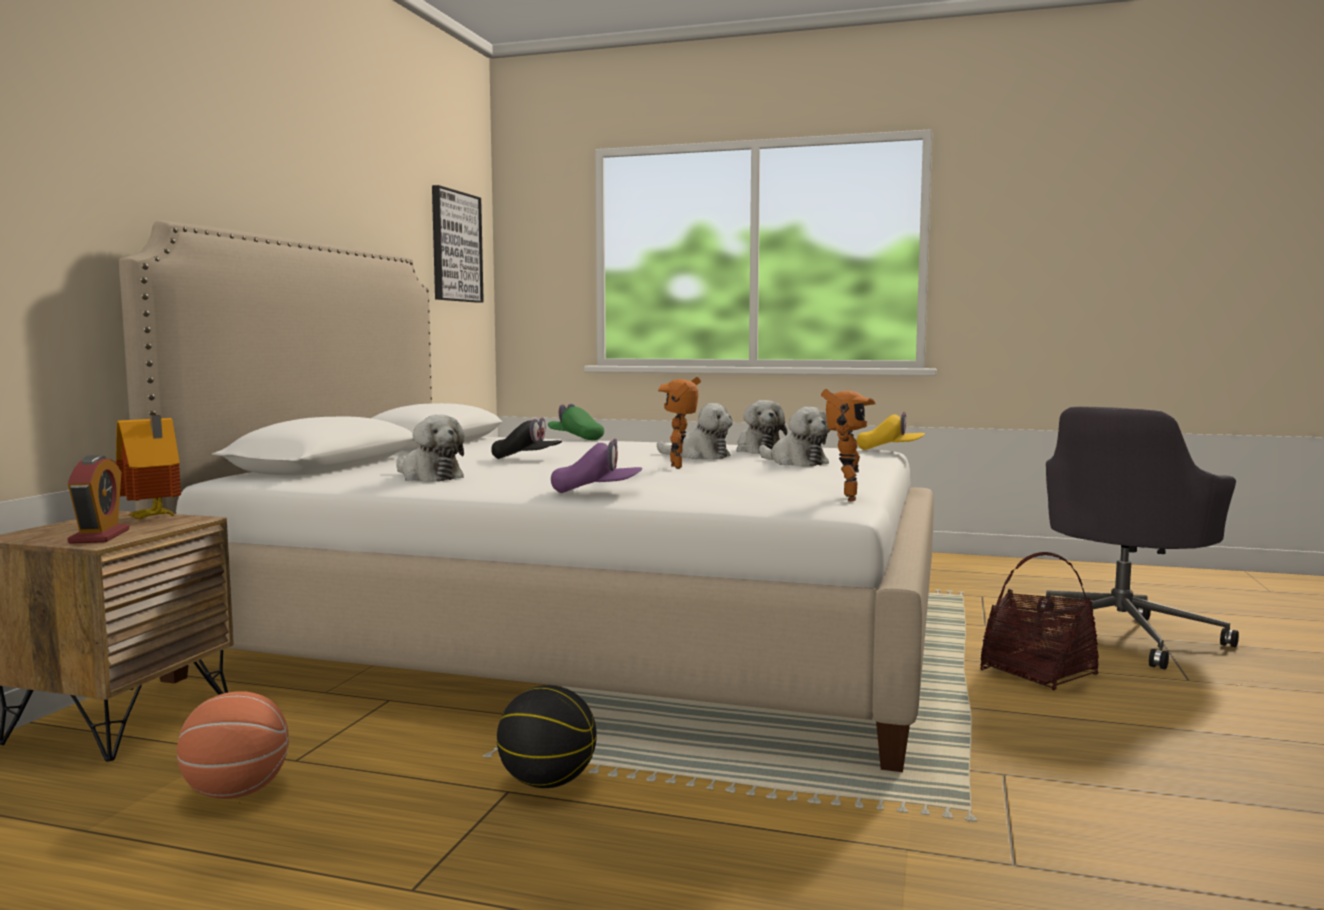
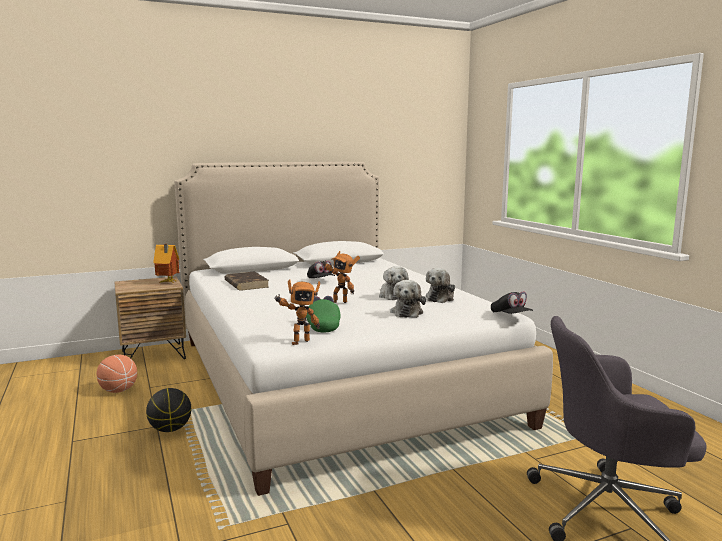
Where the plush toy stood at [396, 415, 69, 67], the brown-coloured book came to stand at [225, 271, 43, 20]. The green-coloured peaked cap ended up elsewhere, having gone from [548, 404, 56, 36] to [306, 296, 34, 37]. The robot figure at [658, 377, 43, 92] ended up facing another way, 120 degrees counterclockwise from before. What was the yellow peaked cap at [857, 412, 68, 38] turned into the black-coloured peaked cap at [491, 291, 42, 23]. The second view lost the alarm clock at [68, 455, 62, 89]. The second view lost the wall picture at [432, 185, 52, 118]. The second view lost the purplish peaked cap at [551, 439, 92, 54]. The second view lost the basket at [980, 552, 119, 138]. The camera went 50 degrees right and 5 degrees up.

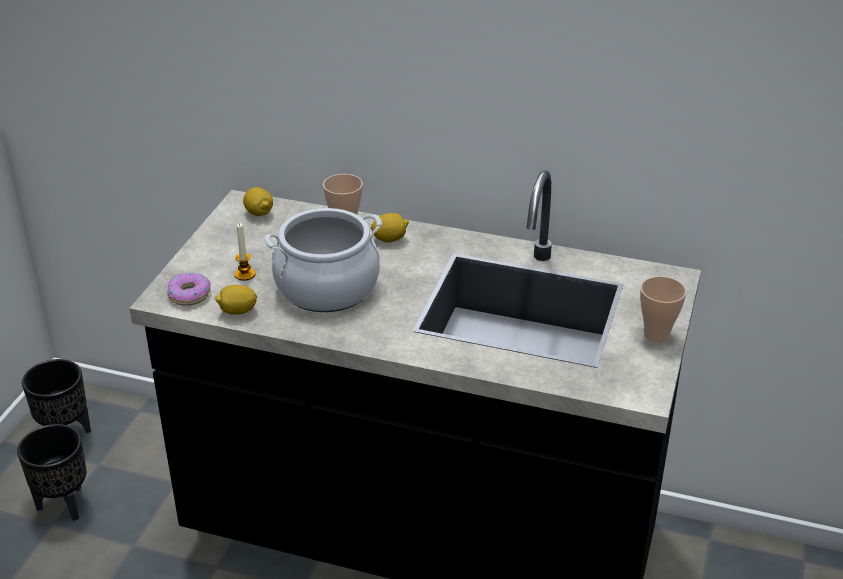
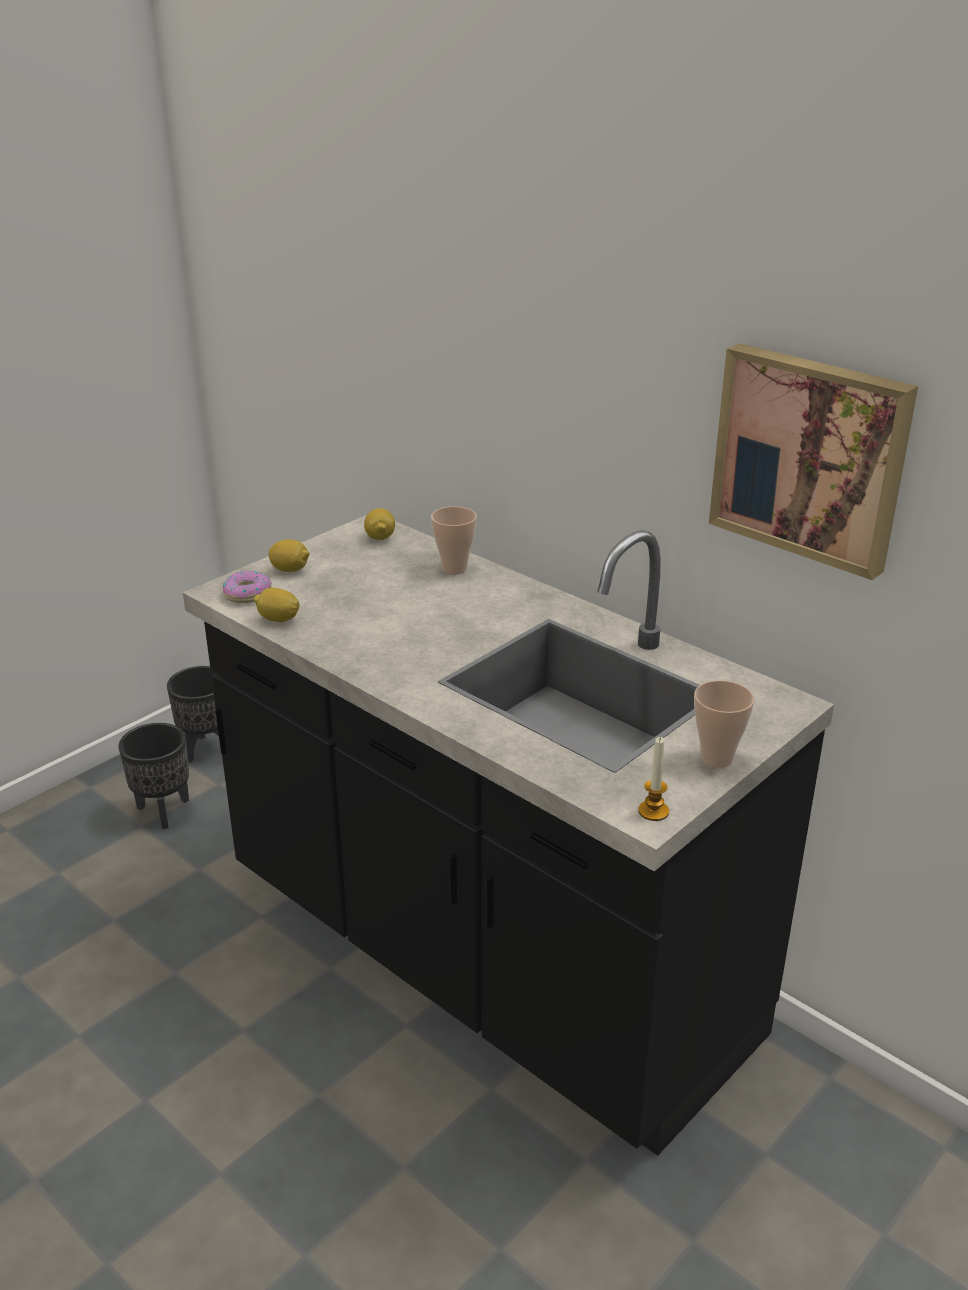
The citrus fruit ended up elsewhere, having gone from [371, 213, 38, 29] to [268, 539, 42, 33]. The wax candle ended up elsewhere, having gone from [235, 223, 20, 58] to [638, 737, 31, 84]. The second view gained the wall picture at [709, 343, 209, 237]. The second view lost the stockpot at [265, 208, 117, 104]. The camera went 25 degrees right and 5 degrees down.

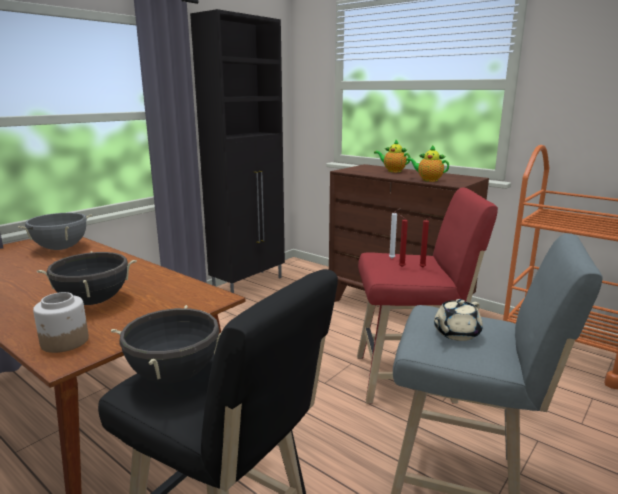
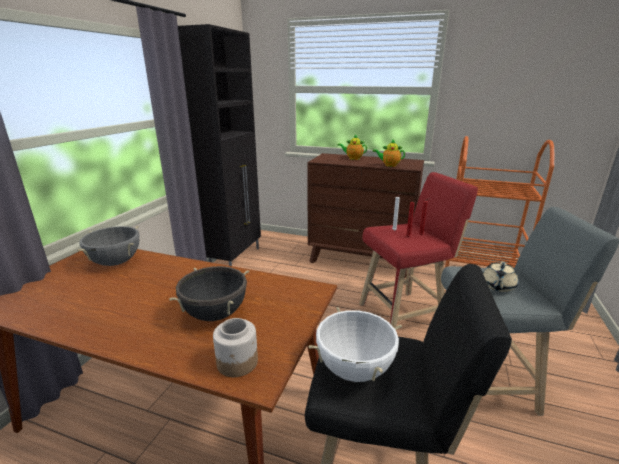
What was the black-coloured stockpot at [111, 305, 110, 78] turned into the white-coloured stockpot at [308, 307, 94, 75]. The camera went 20 degrees left and 5 degrees up.

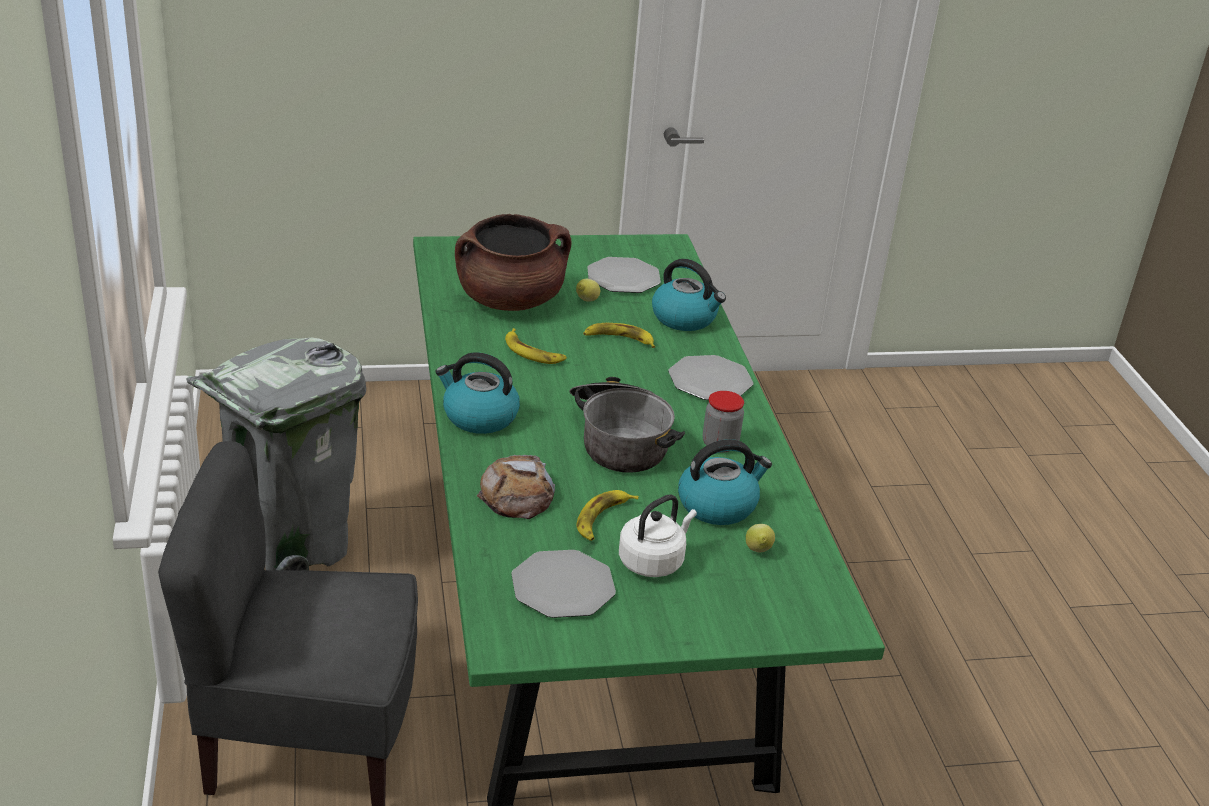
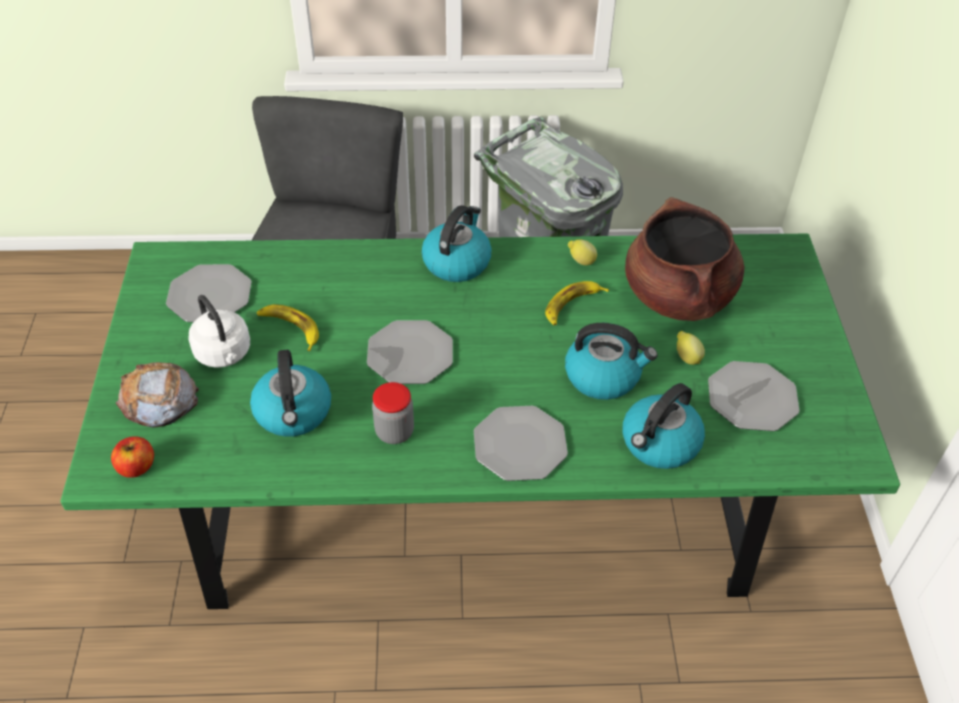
The second view gained the apple fruit at [111, 436, 43, 42]. The bakery bread ended up elsewhere, having gone from [477, 455, 78, 64] to [116, 362, 83, 65]. Where the stockpot stood at [569, 377, 116, 96], the plate came to stand at [367, 320, 86, 64]. Where the whole banana stood at [583, 323, 72, 25], the water kettle came to stand at [565, 323, 93, 77]. The citrus fruit ended up elsewhere, having gone from [746, 524, 29, 28] to [568, 239, 29, 27]. The camera went 100 degrees right and 15 degrees up.

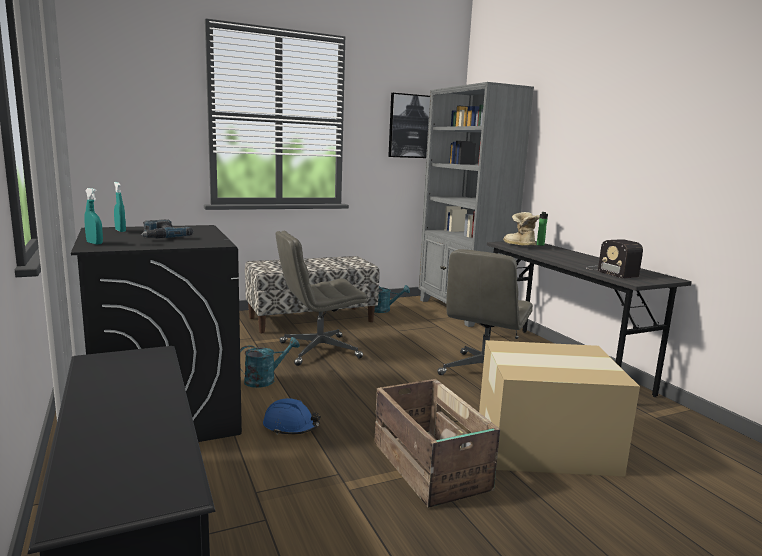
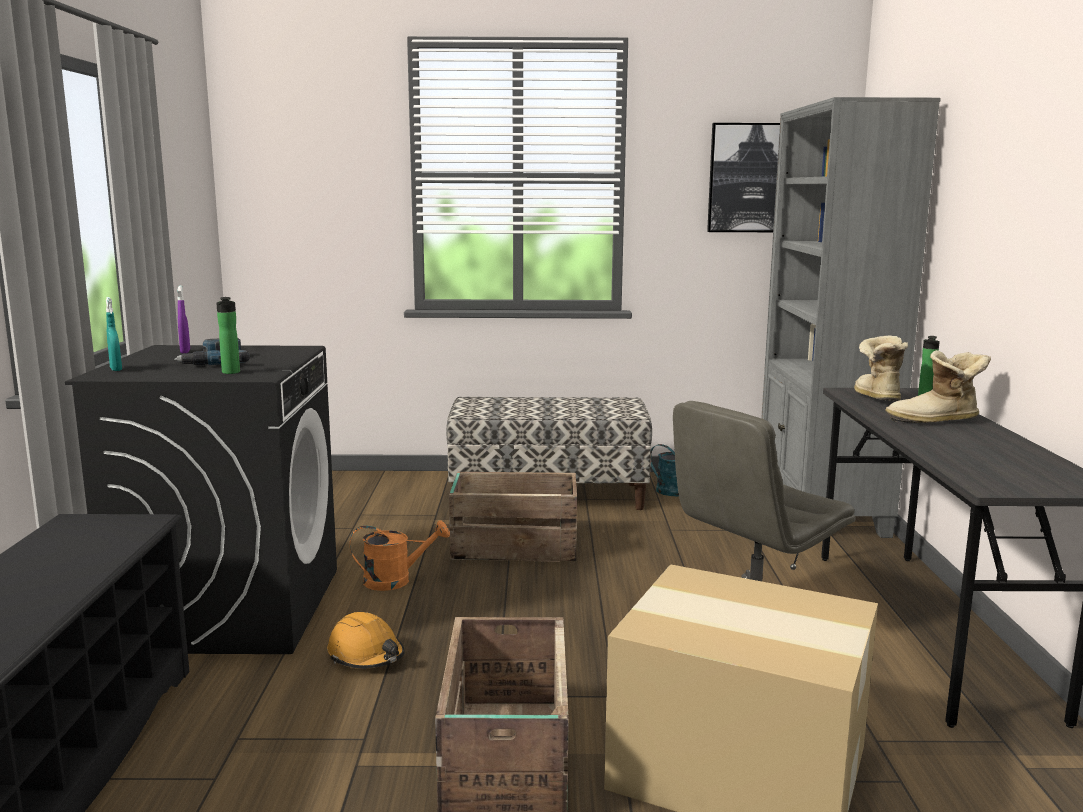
What was the turquoise hand sprayer at [114, 182, 12, 50] turned into the purplish hand sprayer at [177, 286, 13, 67]. The second view gained the drink bottle at [216, 297, 24, 77]. What was the bluish safety helmet at [263, 398, 58, 37] turned into the orange-coloured safety helmet at [327, 612, 78, 57]. What was the turquoise watering can at [240, 337, 60, 51] turned into the orange-coloured watering can at [350, 520, 100, 71]. Where the gray desk chair stood at [276, 231, 91, 135], the shipping crate came to stand at [449, 472, 128, 90]. The second view gained the tall boot at [885, 350, 106, 73]. The second view lost the radio set at [586, 239, 57, 40]. The camera went 25 degrees right and 0 degrees up.

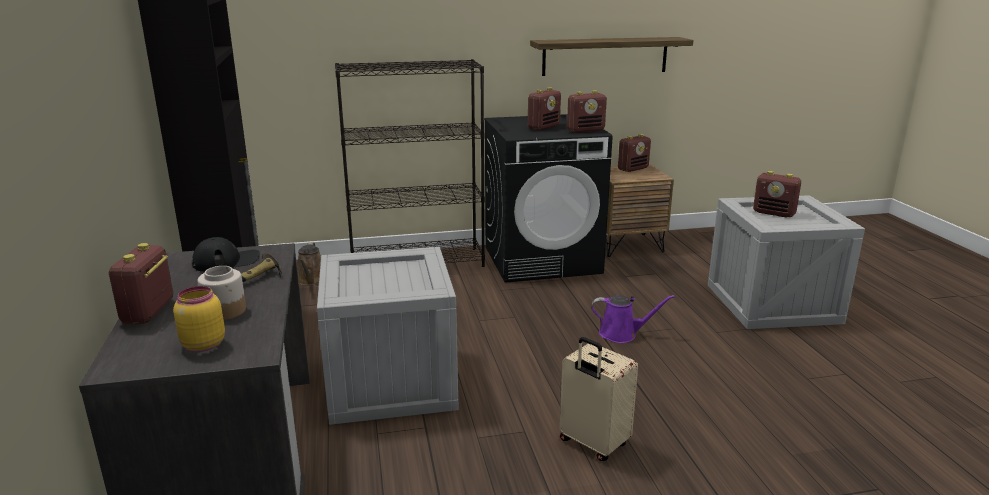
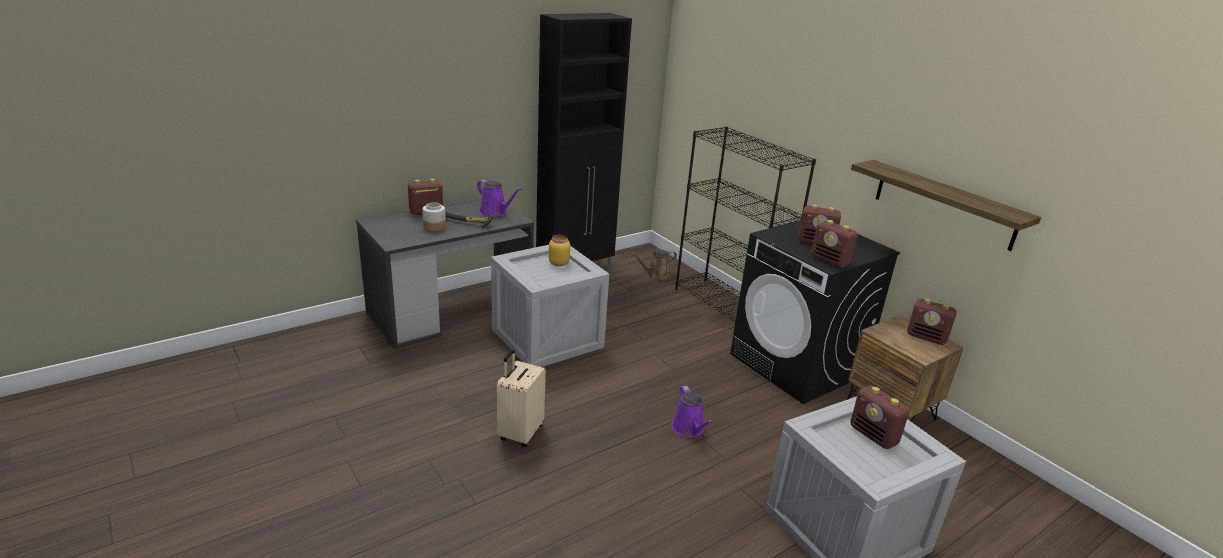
Where the black-coloured peaked cap stood at [192, 237, 68, 35], the purplish watering can came to stand at [477, 180, 45, 37]. The yellow storage jar ended up elsewhere, having gone from [173, 286, 52, 66] to [549, 235, 21, 31]. The radio set at [753, 171, 48, 47] ended up facing another way, 45 degrees counterclockwise from before. The camera went 65 degrees right and 5 degrees up.

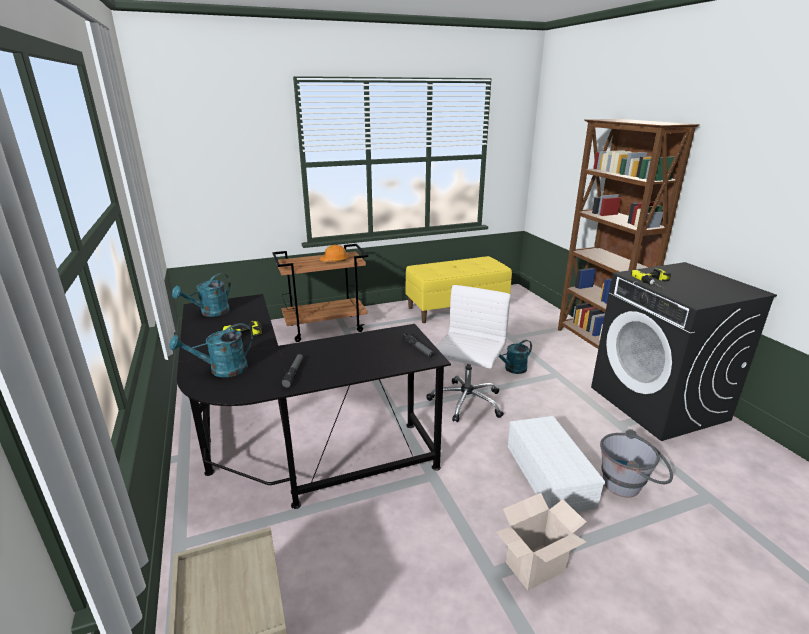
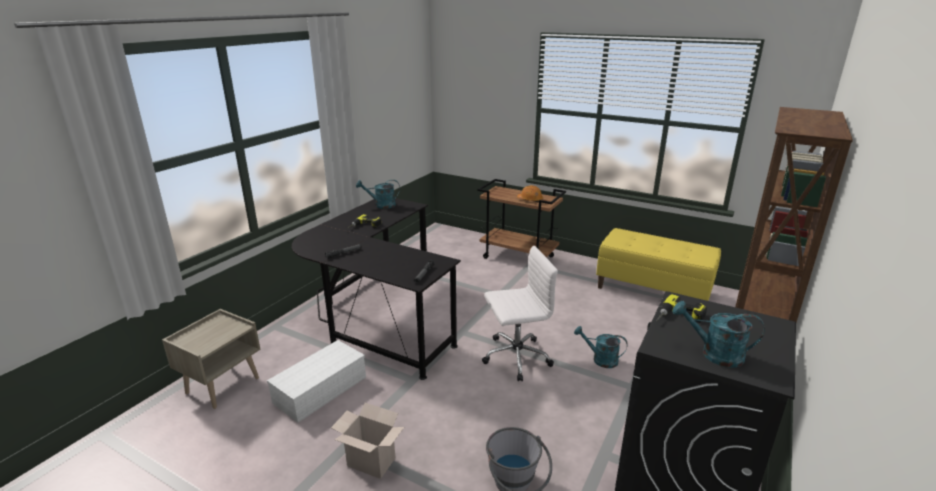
The white-coloured storage bin ended up elsewhere, having gone from [508, 416, 97, 96] to [267, 340, 99, 83]. The turquoise watering can ended up elsewhere, having gone from [169, 323, 84, 54] to [672, 301, 92, 67]. The camera went 50 degrees right and 0 degrees up.

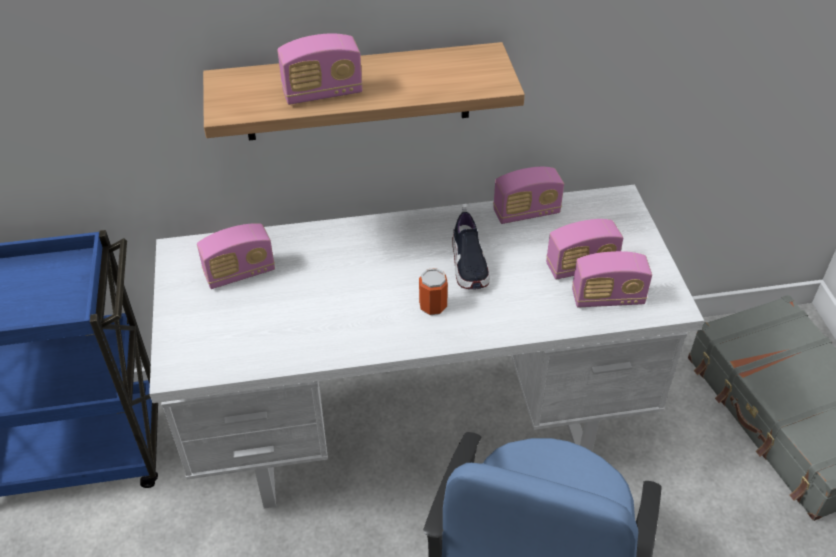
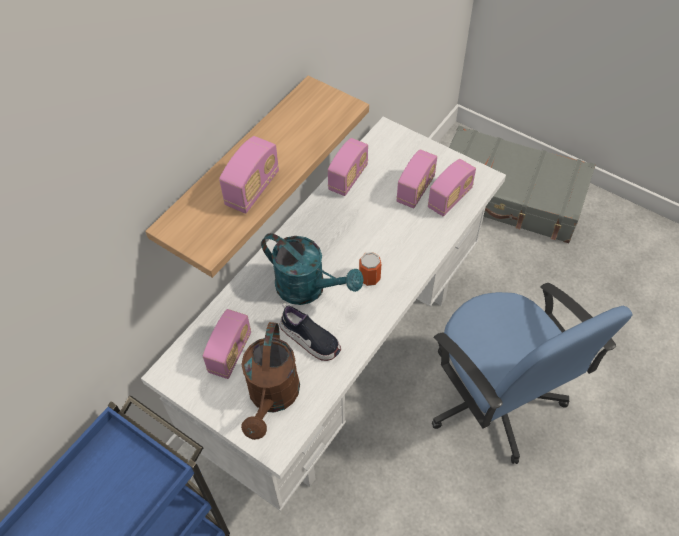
The second view gained the brown-coloured watering can at [241, 322, 59, 118]. The second view gained the turquoise watering can at [261, 233, 103, 72]. The low shoe ended up elsewhere, having gone from [452, 207, 38, 82] to [279, 303, 62, 58]. The camera went 45 degrees left and 10 degrees up.

